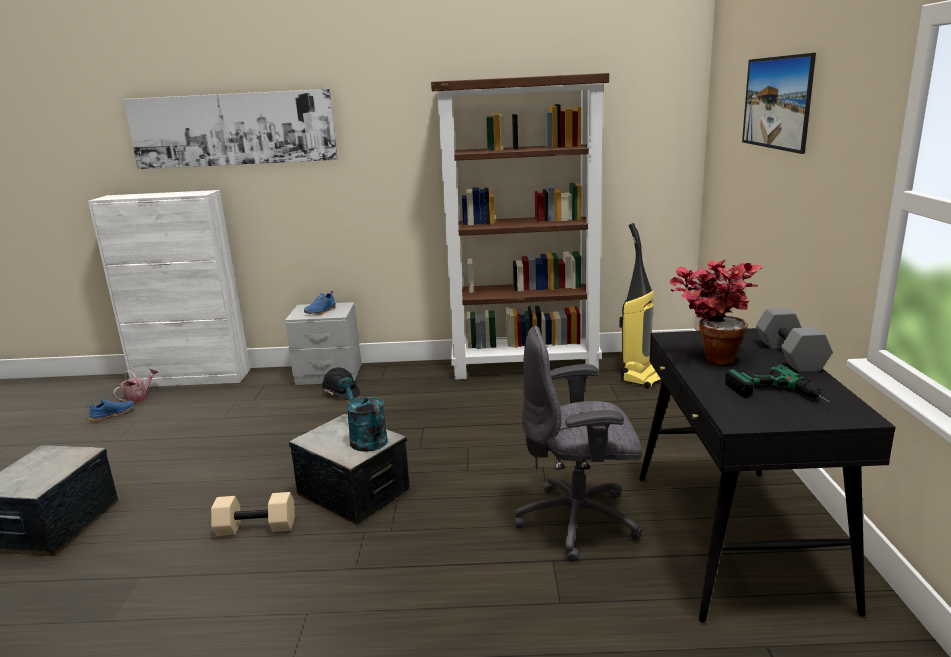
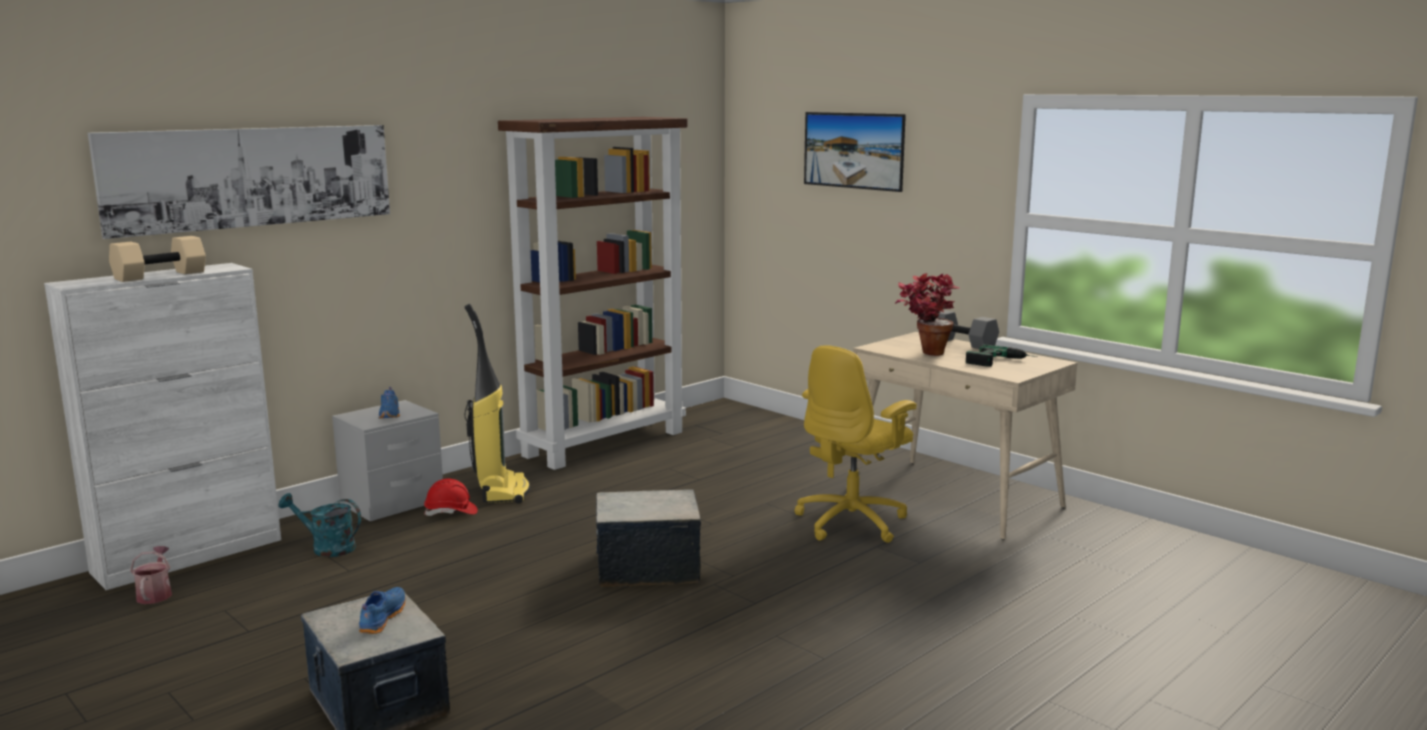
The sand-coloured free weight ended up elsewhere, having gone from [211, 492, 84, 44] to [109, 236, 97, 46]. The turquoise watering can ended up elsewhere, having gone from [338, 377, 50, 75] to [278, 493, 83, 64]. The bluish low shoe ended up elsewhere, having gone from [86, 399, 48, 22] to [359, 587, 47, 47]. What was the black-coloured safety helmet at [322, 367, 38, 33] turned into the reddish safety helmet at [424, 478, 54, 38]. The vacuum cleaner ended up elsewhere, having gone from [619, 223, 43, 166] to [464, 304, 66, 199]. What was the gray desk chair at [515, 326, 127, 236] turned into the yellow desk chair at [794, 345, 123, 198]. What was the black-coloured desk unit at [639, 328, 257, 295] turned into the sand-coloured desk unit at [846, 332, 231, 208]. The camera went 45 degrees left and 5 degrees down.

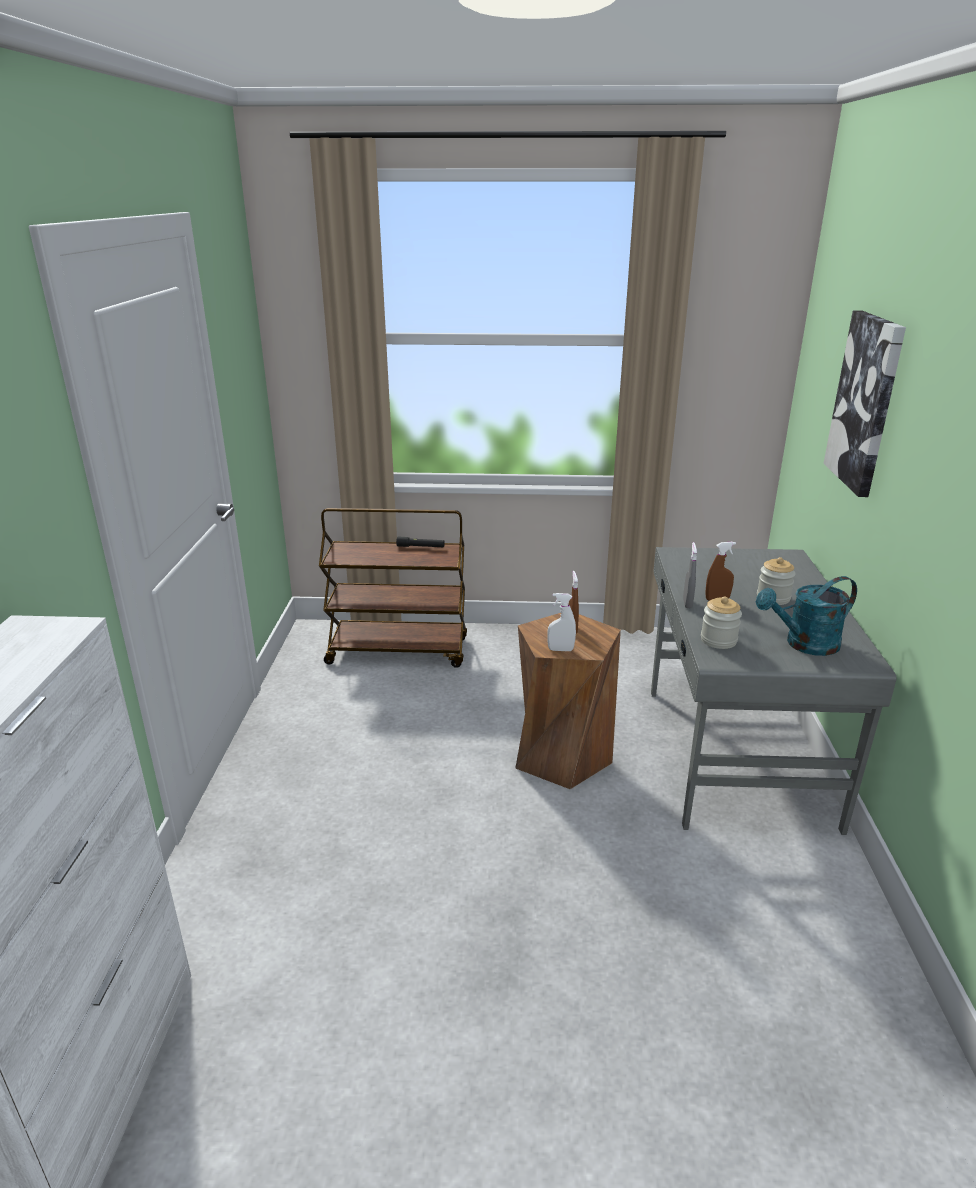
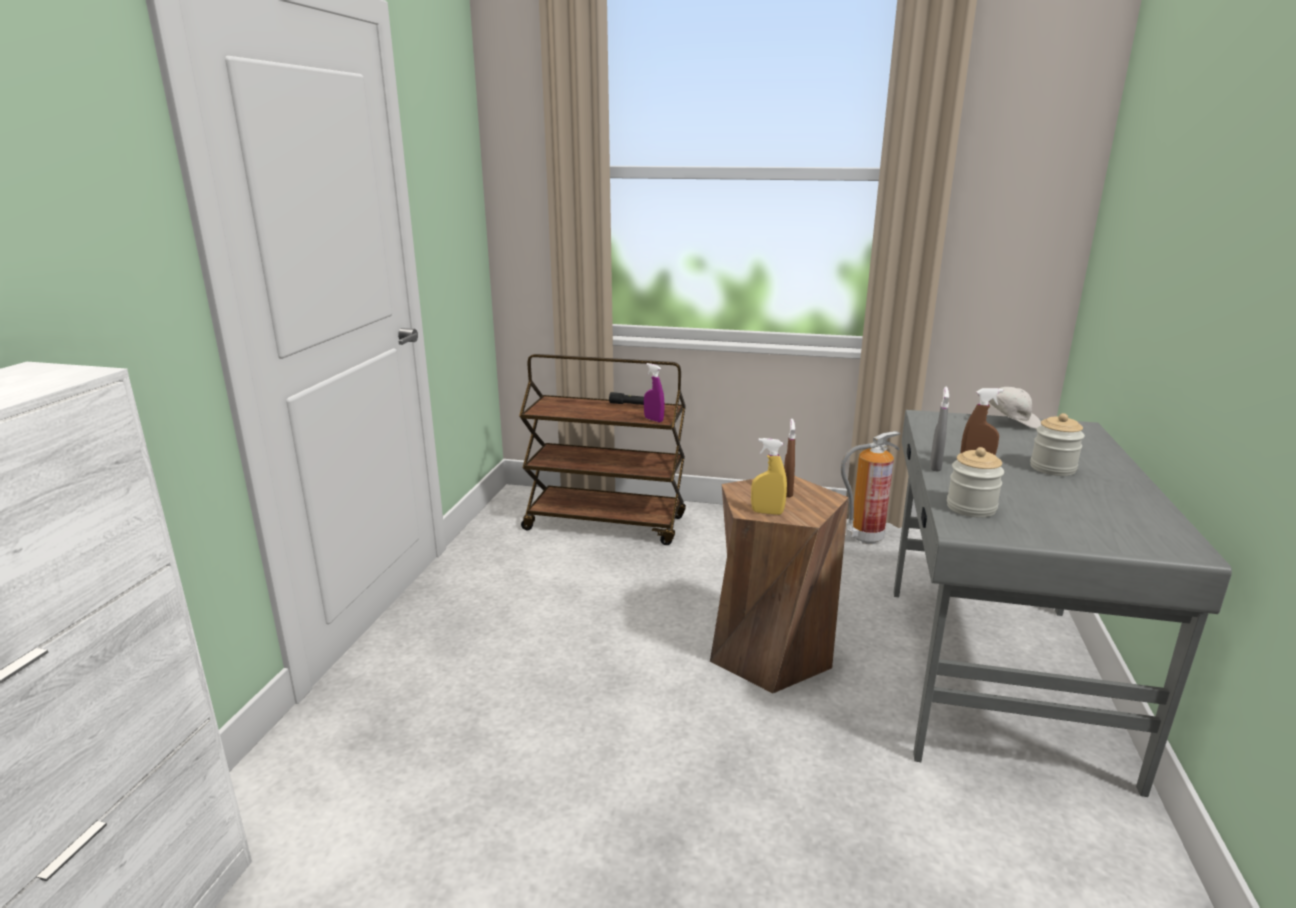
The second view gained the purplish hand sprayer at [644, 363, 21, 59]. What was the white-coloured hand sprayer at [547, 593, 29, 58] turned into the yellow hand sprayer at [751, 438, 36, 77]. The second view gained the fire extinguisher at [840, 431, 61, 113]. The second view gained the white-coloured peaked cap at [977, 387, 64, 42]. The second view lost the turquoise watering can at [756, 576, 101, 80]. The second view lost the wall picture at [823, 311, 83, 186]. The camera went 10 degrees right and 5 degrees down.

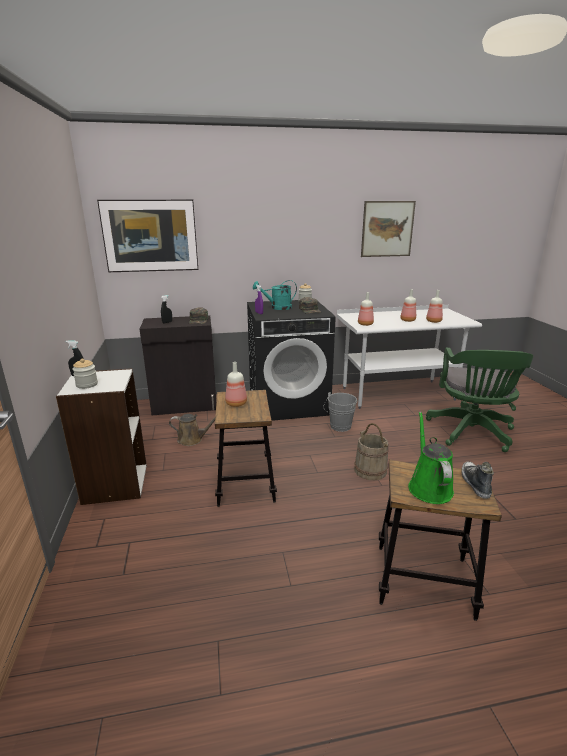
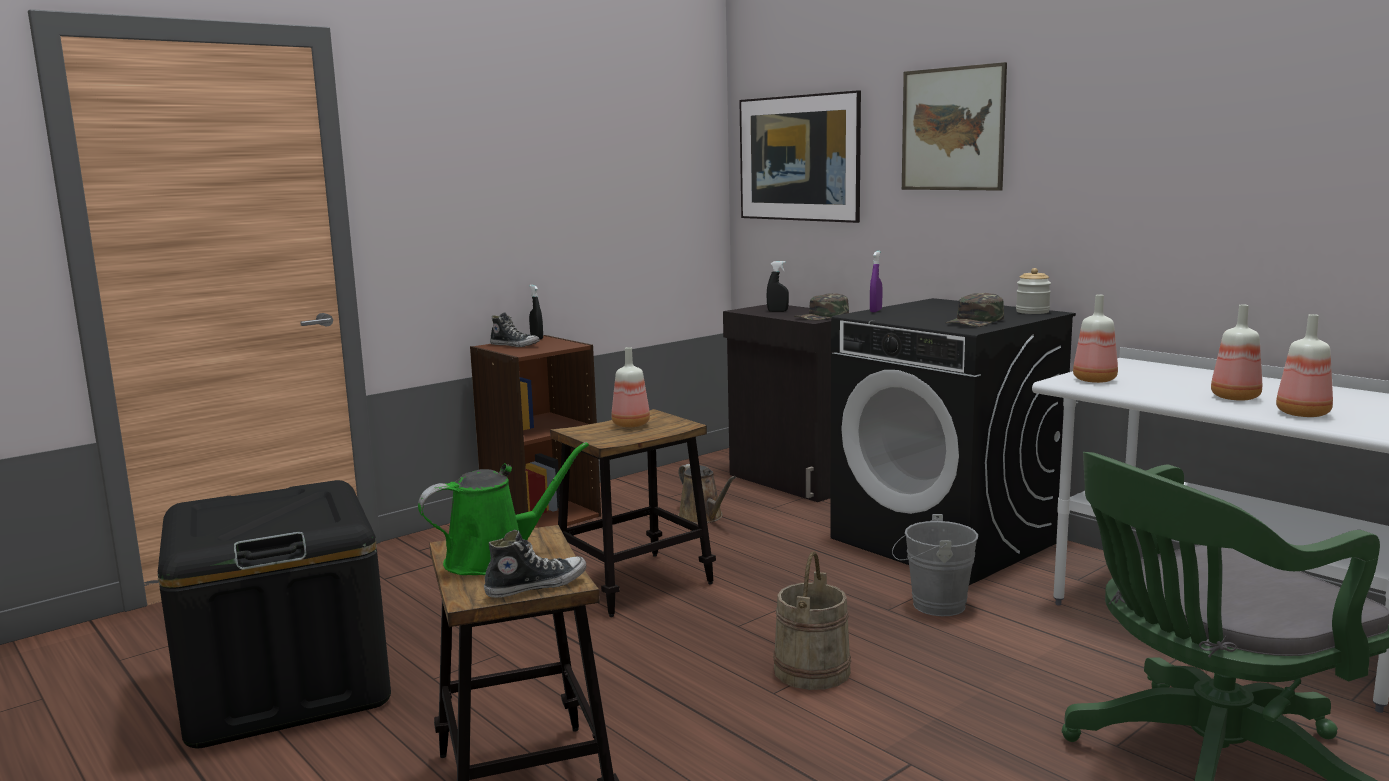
The second view gained the black-coloured storage bin at [158, 480, 233, 268]. What was the white-coloured shelving unit at [56, 368, 91, 137] turned into the brown-coloured shelving unit at [470, 335, 131, 193]. Where the storage jar stood at [72, 359, 26, 30], the low shoe came to stand at [490, 312, 50, 35]. The wall picture ended up elsewhere, having gone from [361, 201, 55, 56] to [902, 62, 105, 128]. The second view lost the turquoise watering can at [253, 280, 44, 30]. The camera went 60 degrees right and 10 degrees down.

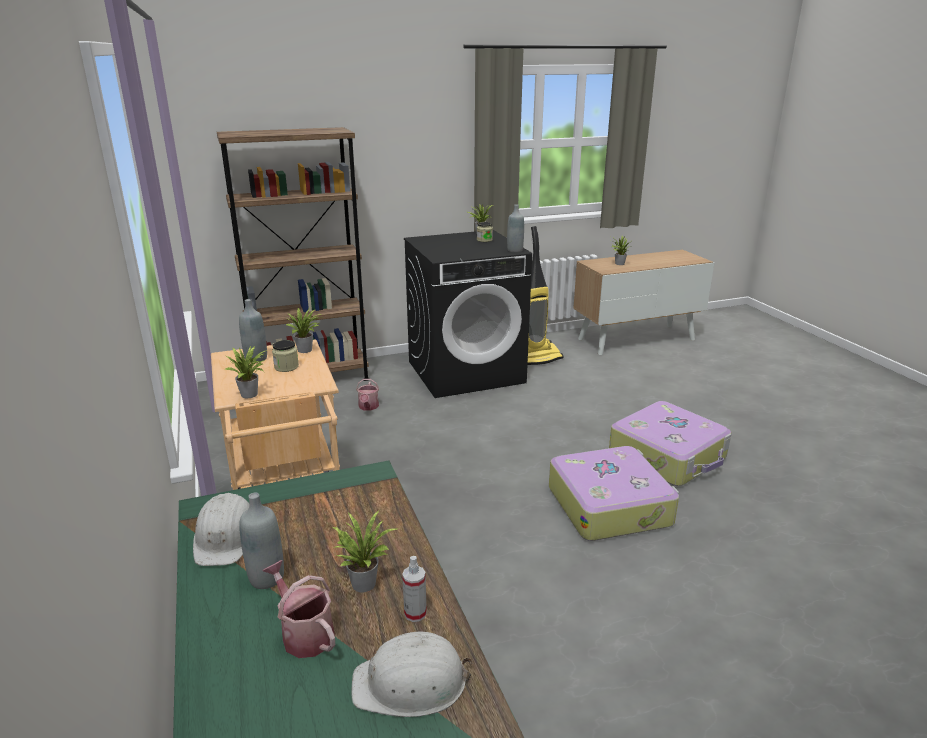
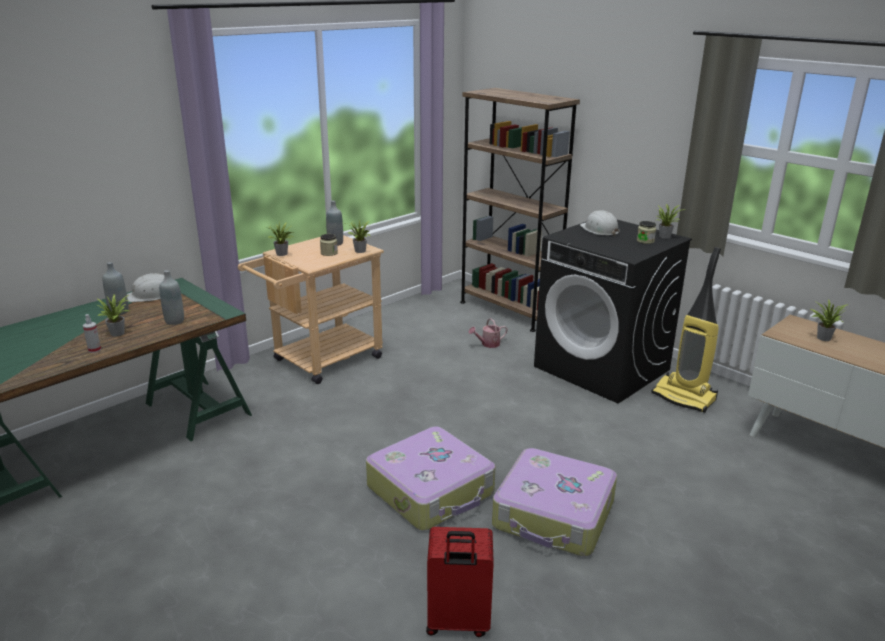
The gray drink bottle ended up elsewhere, having gone from [507, 205, 17, 47] to [159, 270, 25, 55]. The second view gained the reddish piece of luggage at [426, 527, 68, 110]. The white-coloured safety helmet ended up elsewhere, having gone from [351, 632, 122, 85] to [580, 210, 40, 26]. The second view lost the watering can at [262, 560, 73, 98]. The camera went 65 degrees right and 0 degrees up.

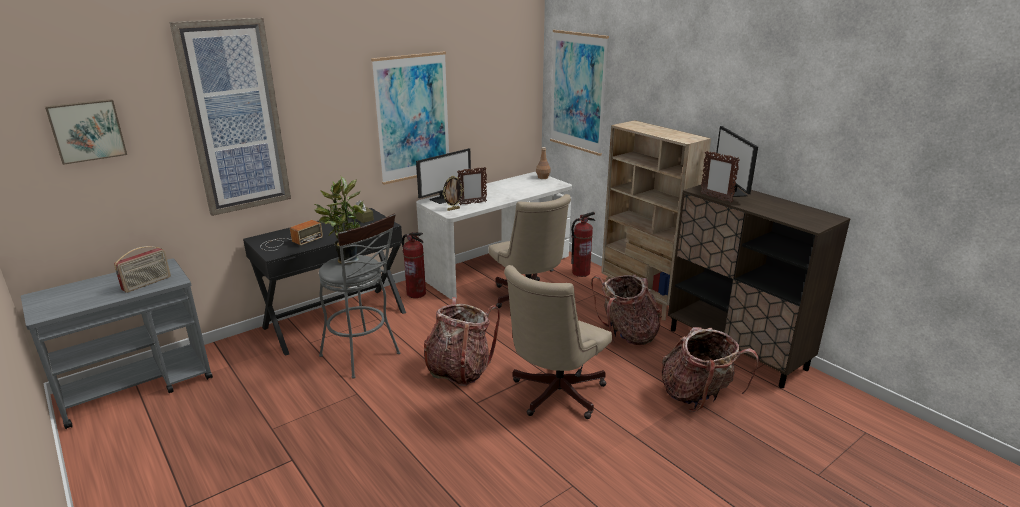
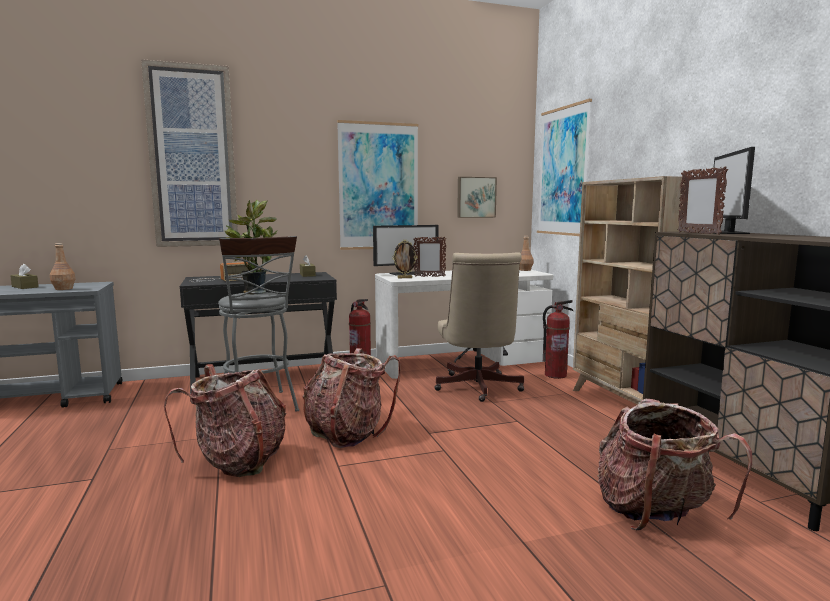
The second view gained the brown-coloured tissue box at [10, 264, 29, 25]. Where the radio set stood at [114, 246, 57, 47], the brown-coloured drink bottle came to stand at [50, 243, 26, 47]. The backpack ended up elsewhere, having gone from [591, 274, 71, 71] to [164, 364, 123, 113]. The wall picture ended up elsewhere, having gone from [45, 99, 82, 66] to [457, 177, 40, 41]. The second view lost the sand-coloured desk chair at [504, 265, 108, 154]. The camera went 20 degrees right and 15 degrees down.

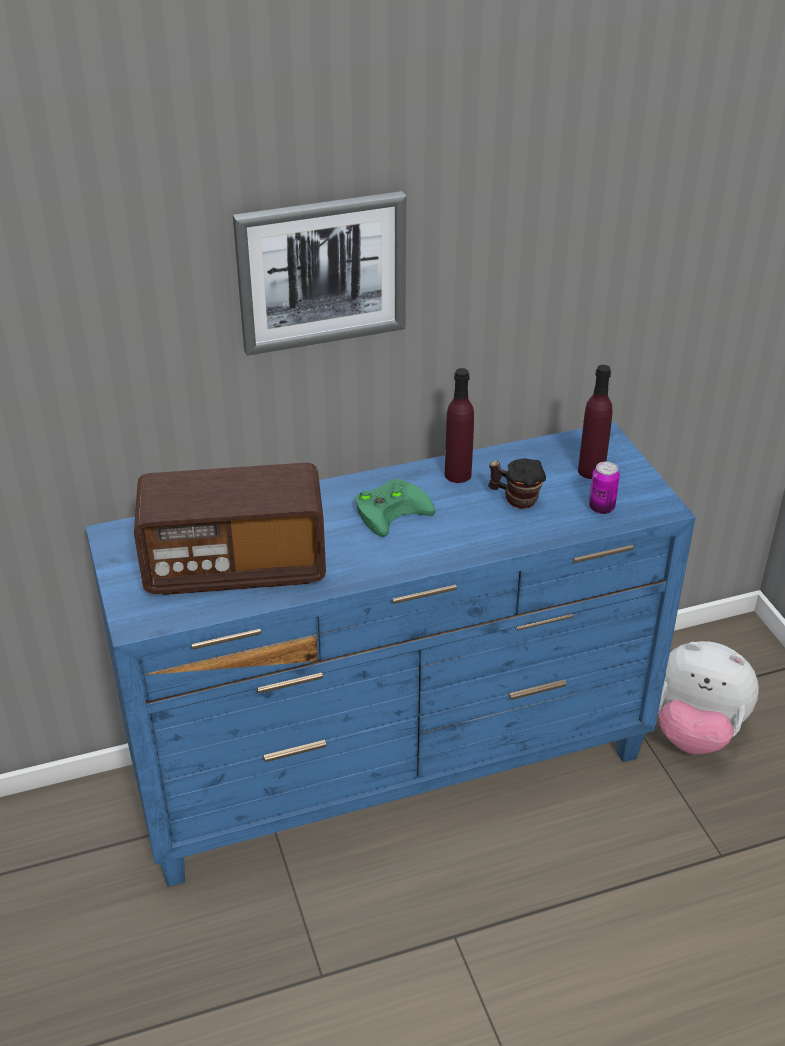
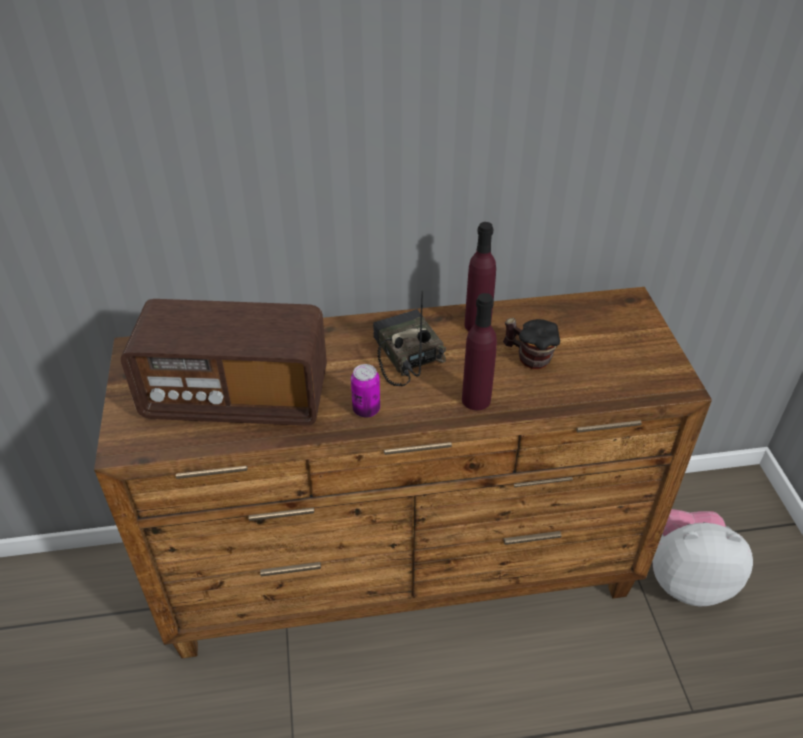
What was the bluish dresser at [85, 422, 611, 465] turned into the brown-coloured dresser at [94, 287, 618, 371]. The metal can ended up elsewhere, having gone from [589, 462, 31, 52] to [351, 364, 29, 53]. Where the green-coloured gamepad stood at [355, 479, 80, 58], the radio set came to stand at [373, 290, 73, 96]. The purplish drink bottle ended up elsewhere, having gone from [578, 365, 35, 114] to [462, 293, 35, 118]. The plush toy at [658, 641, 101, 113] ended up facing another way, 150 degrees clockwise from before. The second view lost the wall picture at [233, 191, 173, 165]. The camera went 10 degrees right and 5 degrees up.

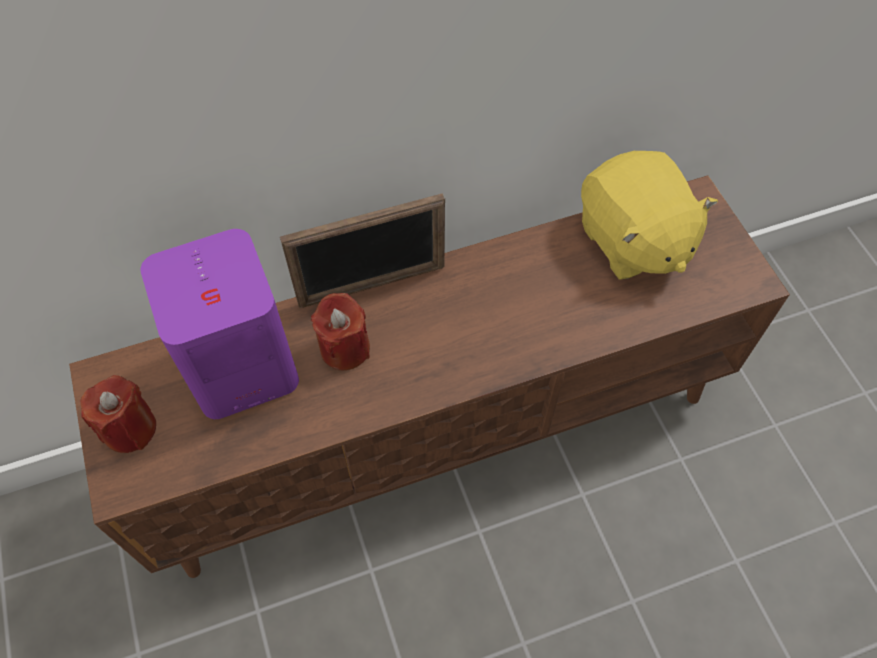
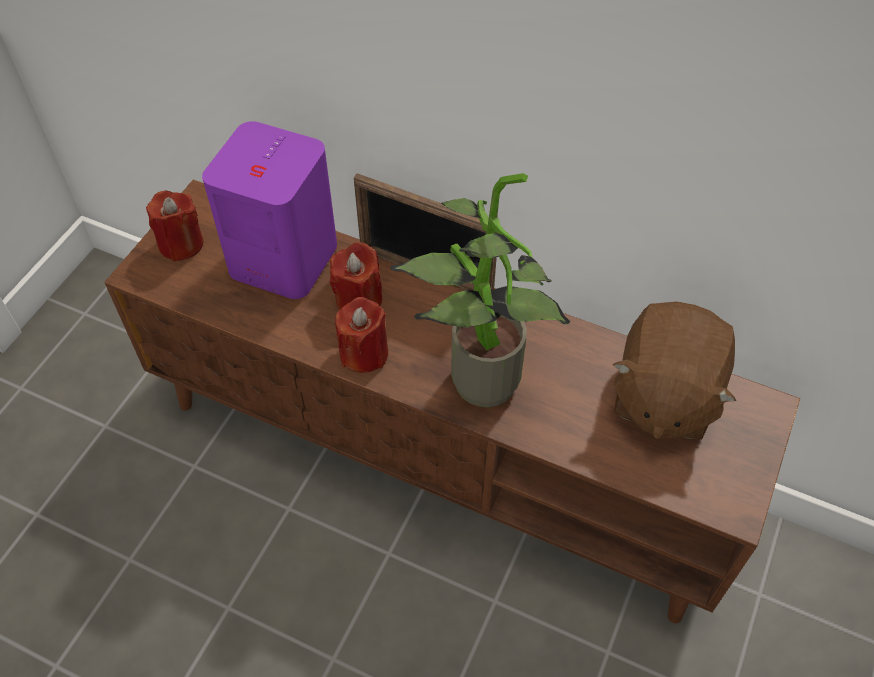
The second view gained the reddish wax candle at [335, 297, 53, 76]. The second view gained the plant in a pot at [390, 173, 181, 234]. What was the yellow plush toy at [581, 151, 137, 129] turned into the brown-coloured plush toy at [613, 301, 123, 138]. The camera went 45 degrees right and 5 degrees down.

